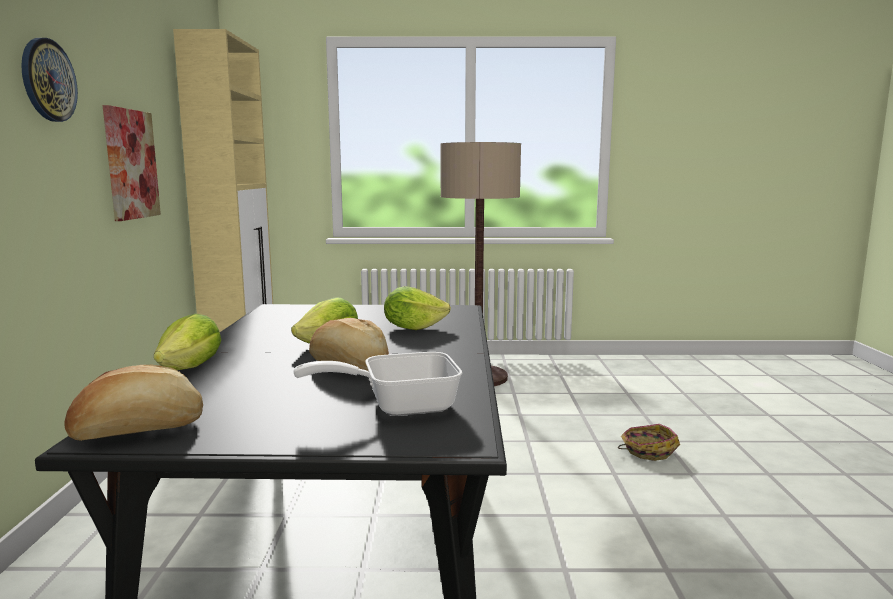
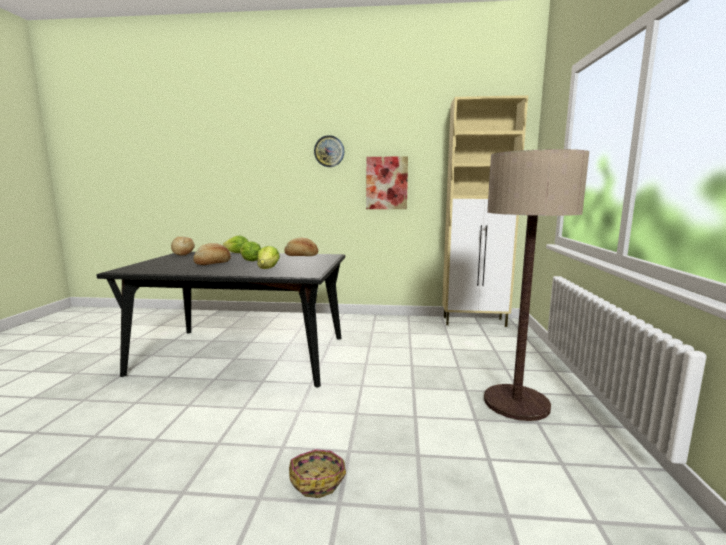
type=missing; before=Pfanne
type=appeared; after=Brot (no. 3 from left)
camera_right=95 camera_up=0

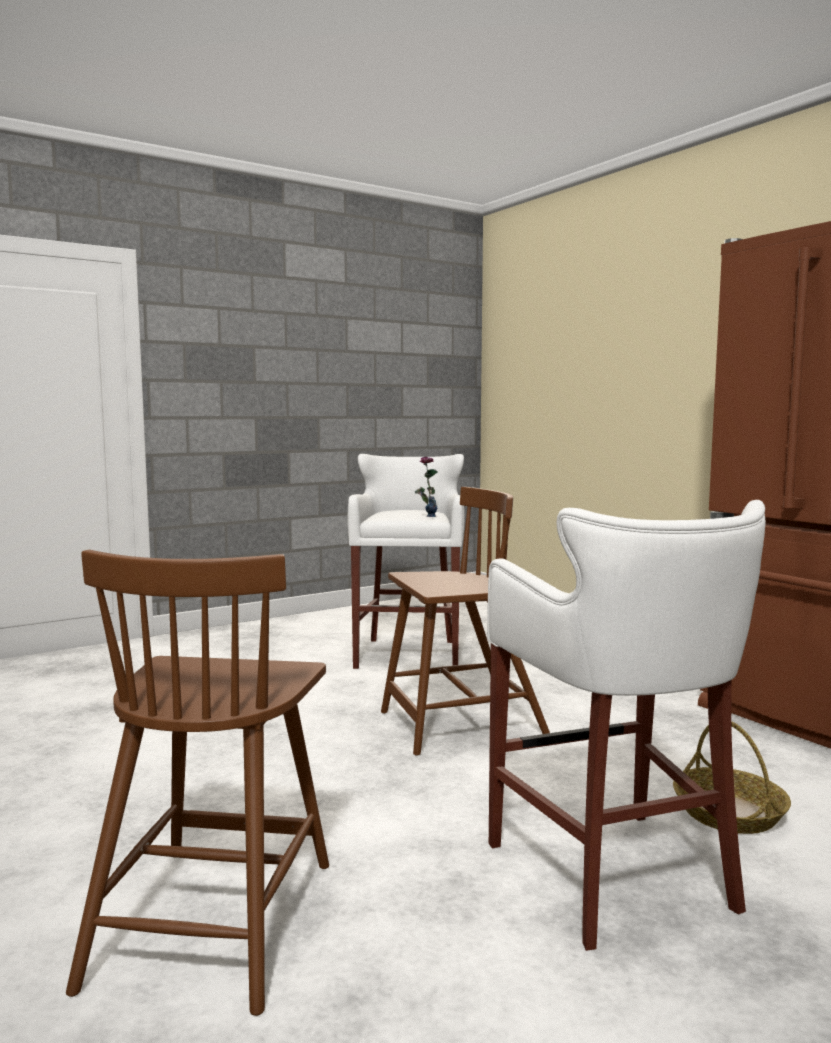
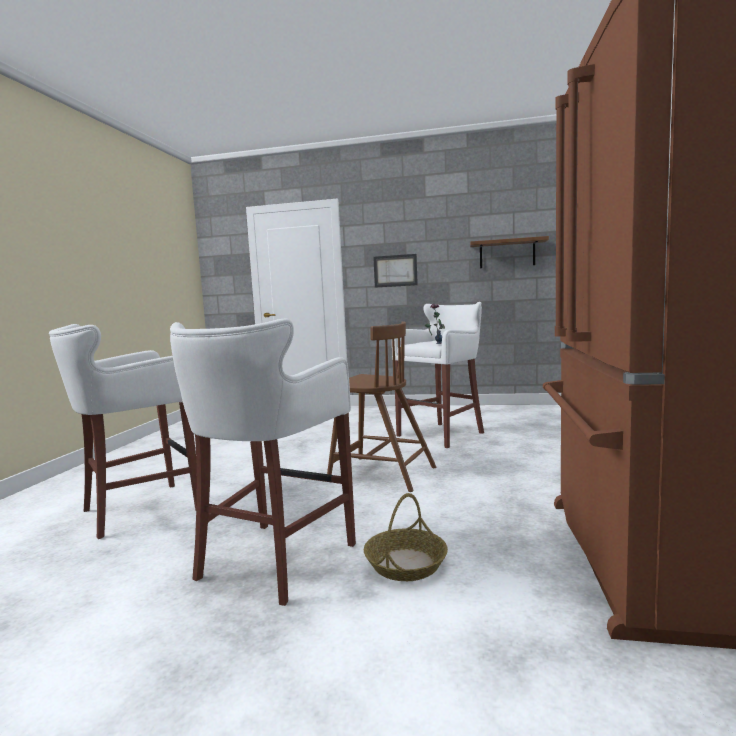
type=exchanged; before=Stuhl/braun (no. 1 from left); after=Hocker/weiß (no. 1 from left)
type=appeared; after=Bild
type=appeared; after=Wandregal/braun
camera_right=45 camera_up=0

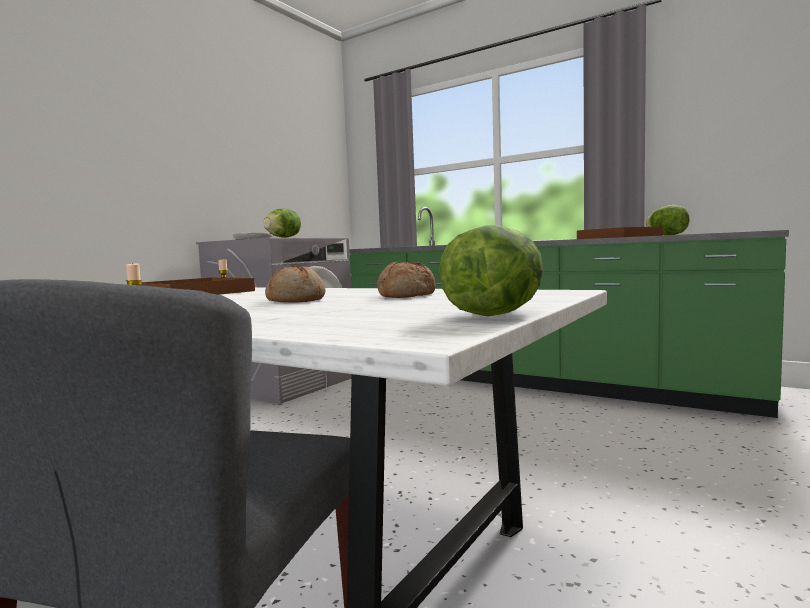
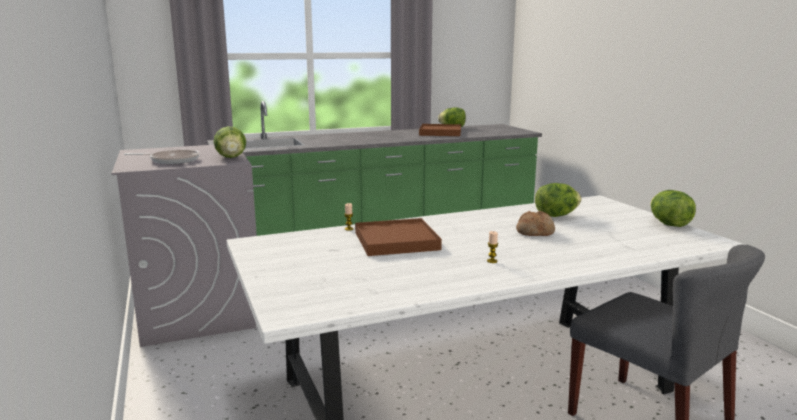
type=exchanged; before=Brot (no. 2 from left); after=Salatkopf (no. 3 from left)
camera_right=-55 camera_up=10

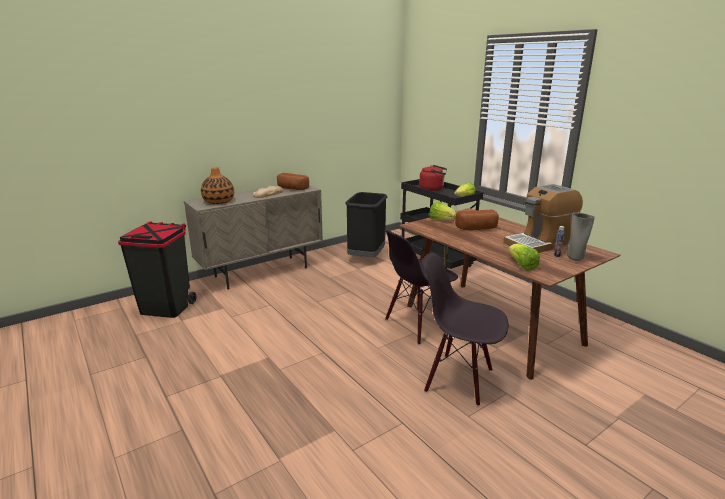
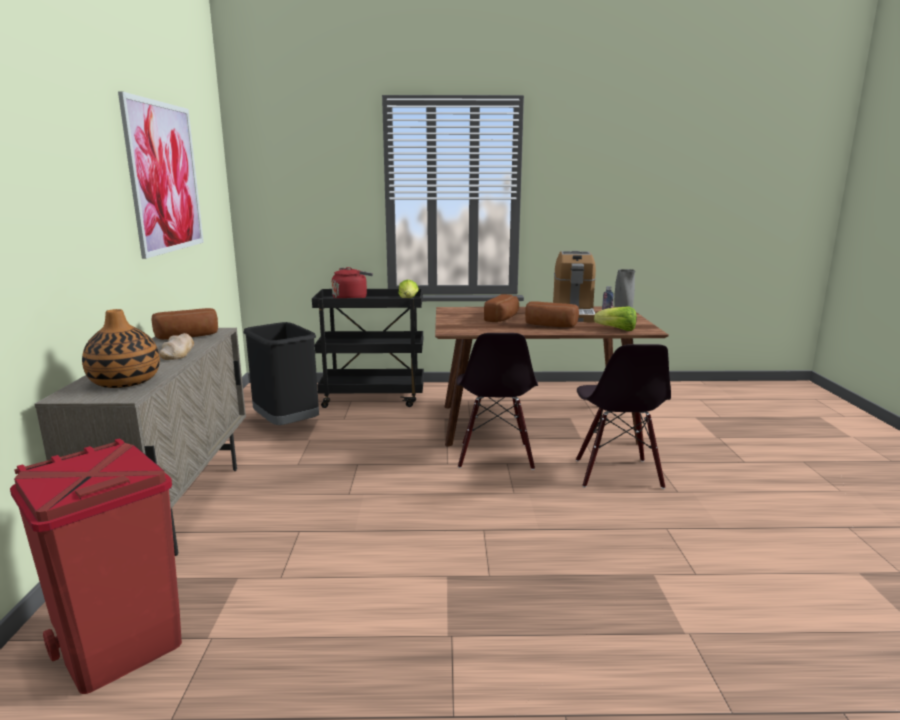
type=colour; before=Mülleimer/schwarz (no. 1 from left); after=Mülleimer/rot
type=spun; before=Stuhl/schwarz (no. 2 from left); turn=-60
type=missing; before=Salatkopf (no. 1 from left)
type=appeared; after=Bild
type=appeared; after=Brot (no. 4 from left)
camera_right=-55 camera_up=-5

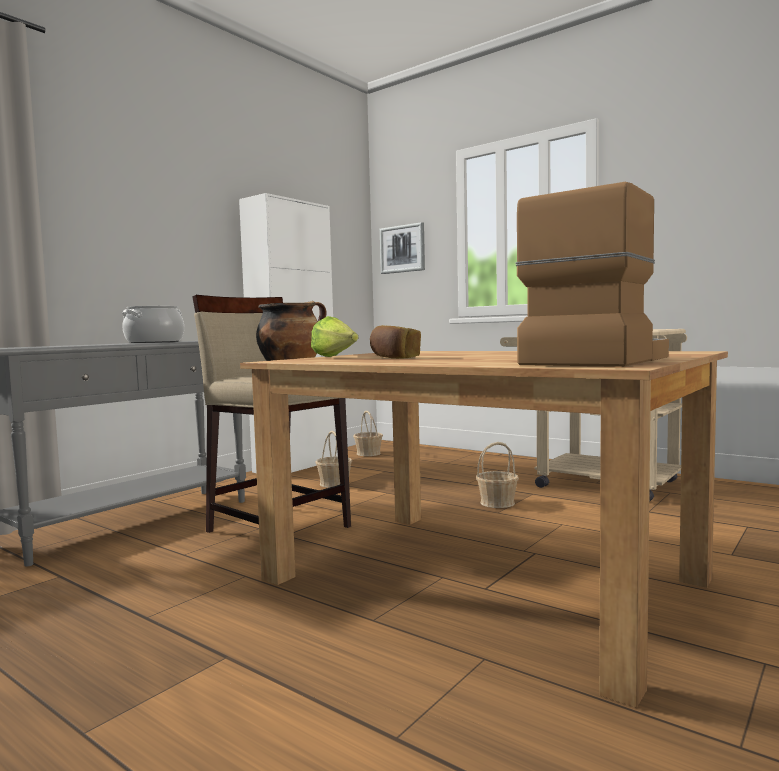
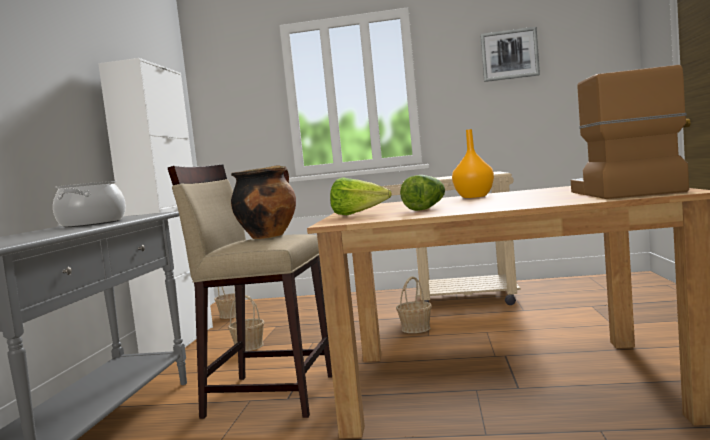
type=exchanged; before=Brot; after=Salatkopf (no. 2 from left)
type=relocated; before=Bild
type=appeared; after=Vase/orange
camera_right=-30 camera_up=0

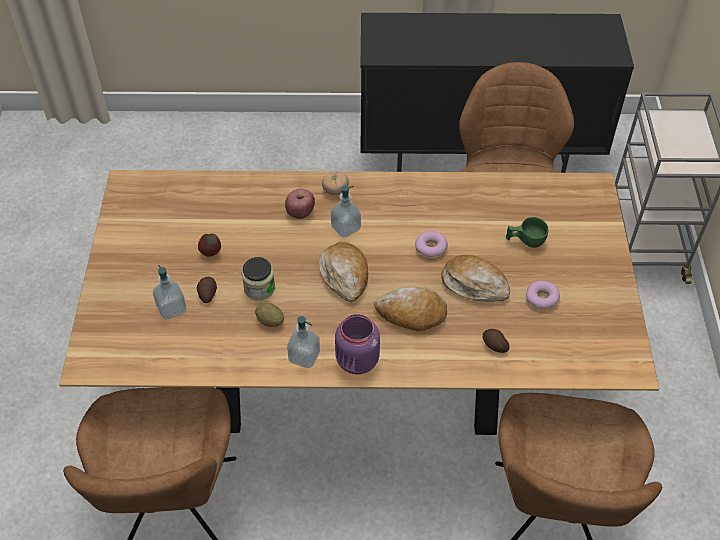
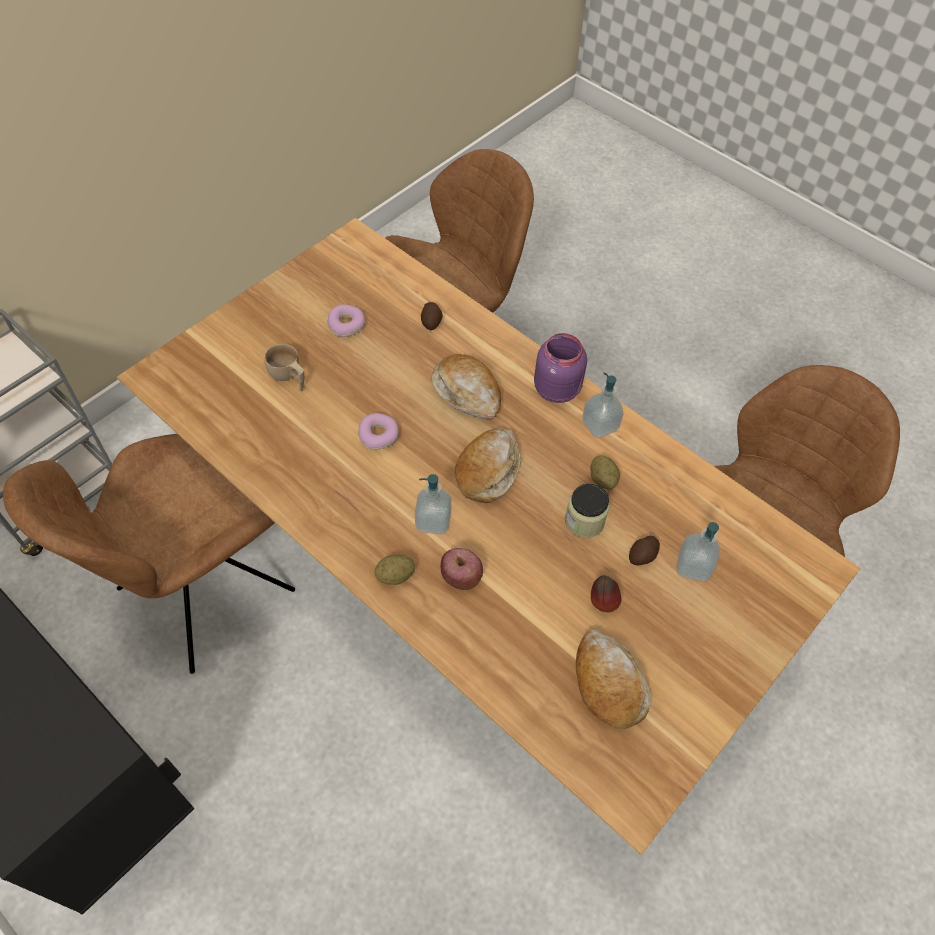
type=exchanged; before=Tomate; after=Kartoffel (no. 1 from left)
type=relocated; before=Brot (no. 3 from left)
type=colour; before=Tasse/grün; after=Tasse/beige
camera_right=-140 camera_up=5

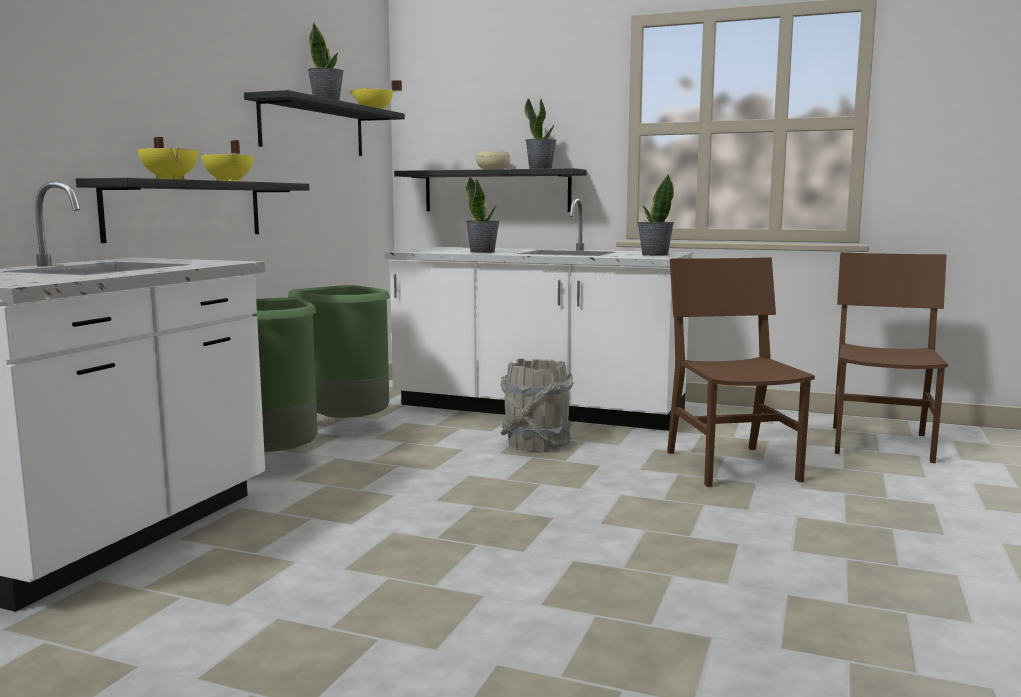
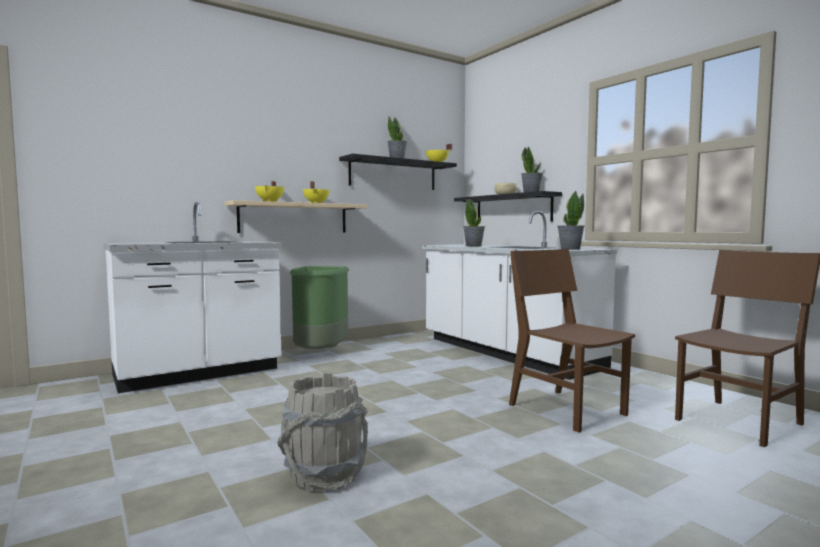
type=colour; before=Wandregal/schwarz (no. 1 from left); after=Wandregal/beige
type=missing; before=Mülleimer/grün (no. 2 from left)
type=relocated; before=Eimer/grau
type=spun; before=Stuhl/braun (no. 1 from left); turn=-60
camera_right=35 camera_up=-5

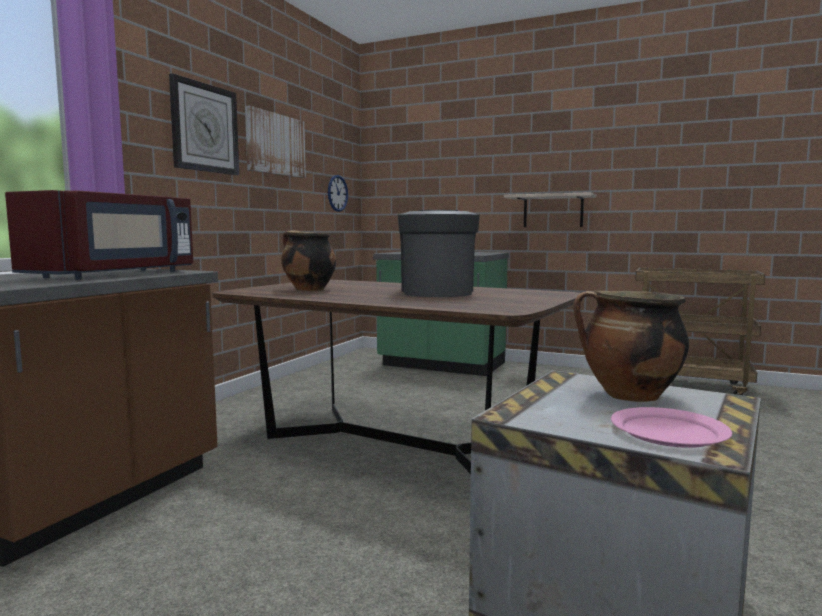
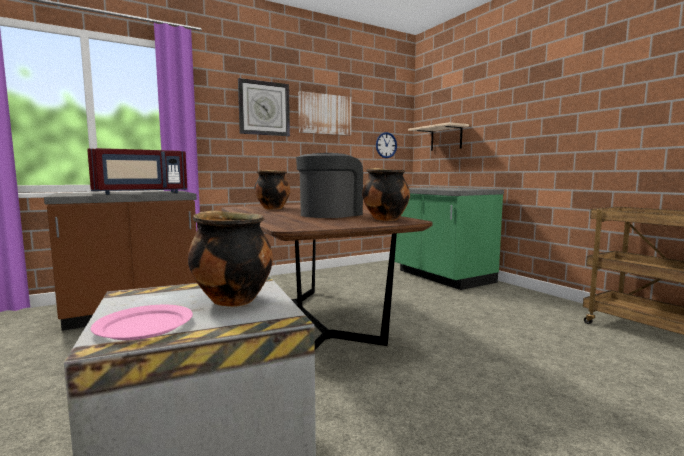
type=relocated; before=Wandregal
type=appeared; after=Kochtopf (no. 3 from left)
camera_right=35 camera_up=0

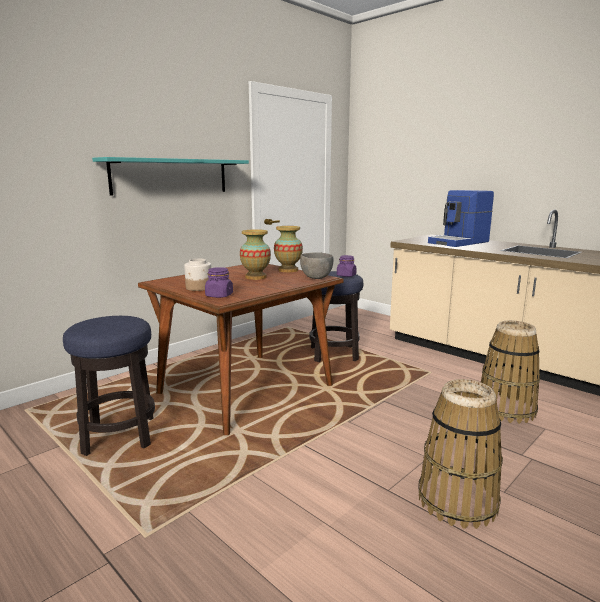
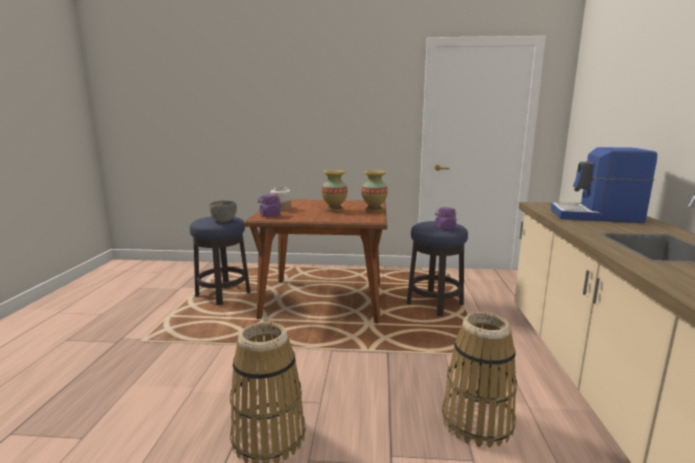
type=missing; before=Wandregal/türkis
type=relocated; before=Schüssel/grau
camera_right=50 camera_up=0

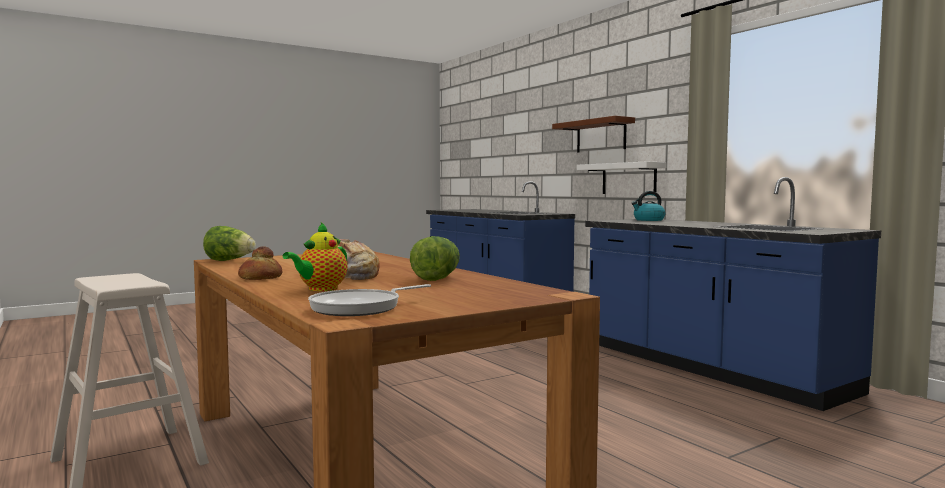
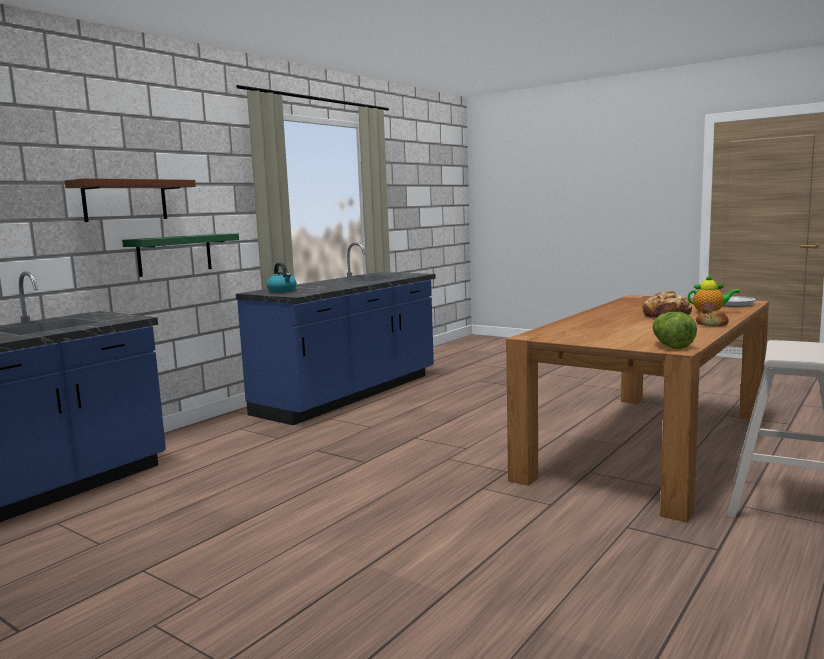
type=missing; before=Salatkopf (no. 2 from left)
type=colour; before=Wandregal/weiß; after=Wandregal/grün
camera_right=-110 camera_up=5

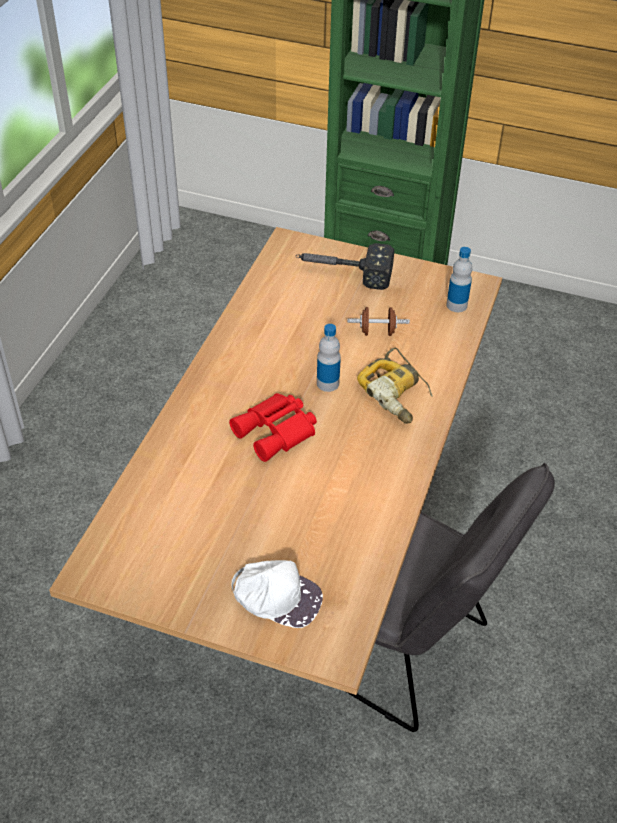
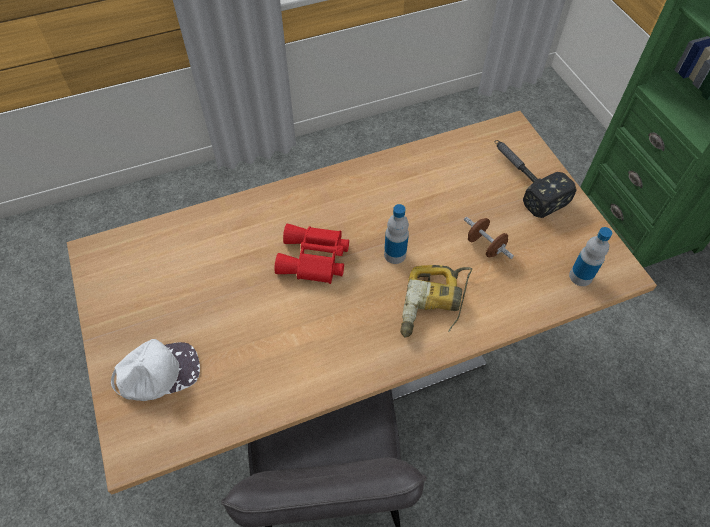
type=spun; before=Kappe/weiß; turn=-90
camera_right=50 camera_up=10

